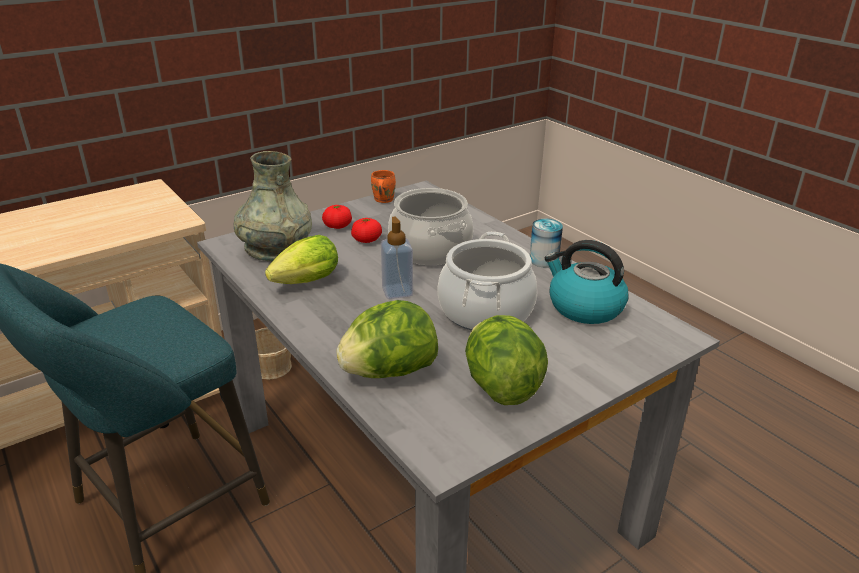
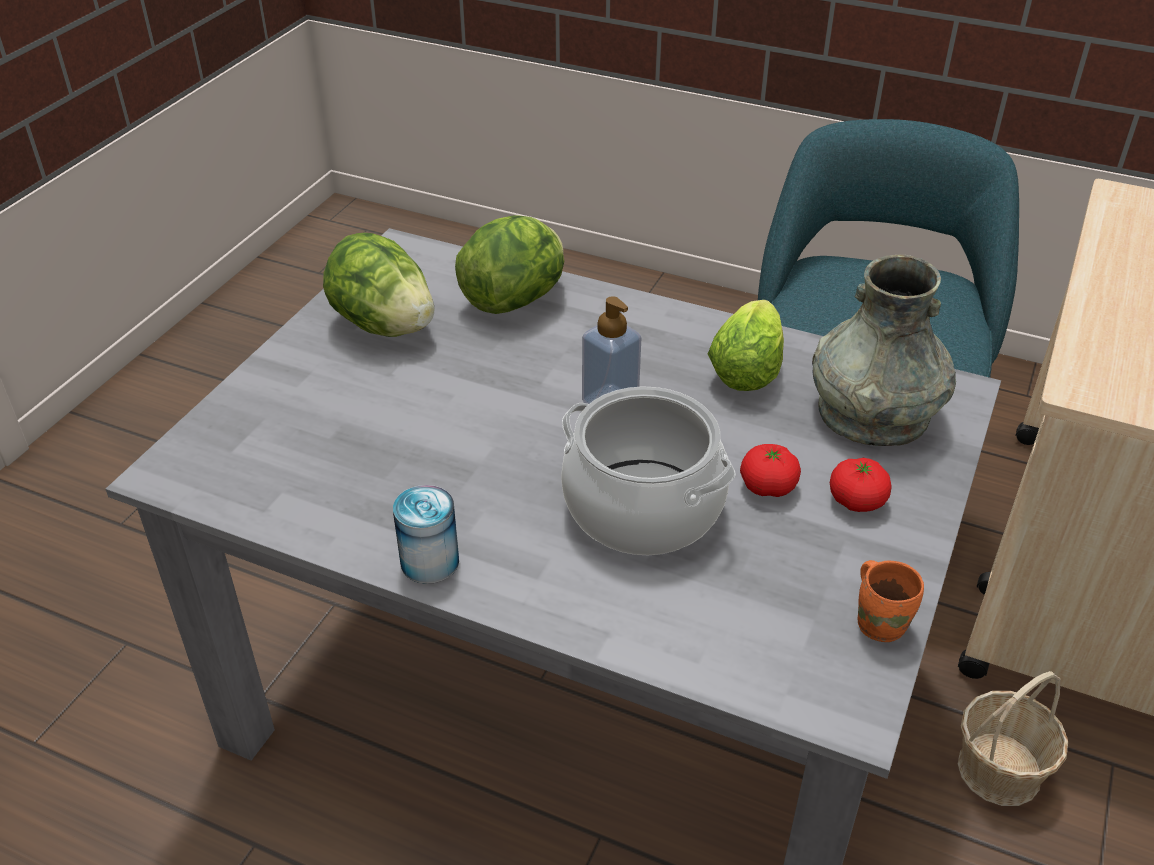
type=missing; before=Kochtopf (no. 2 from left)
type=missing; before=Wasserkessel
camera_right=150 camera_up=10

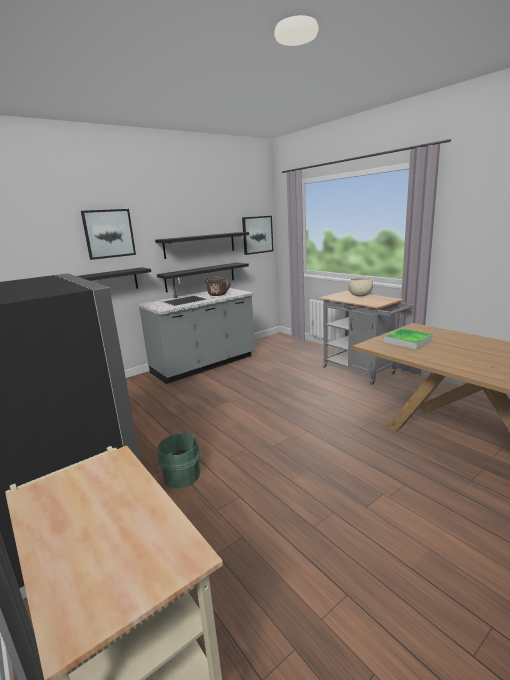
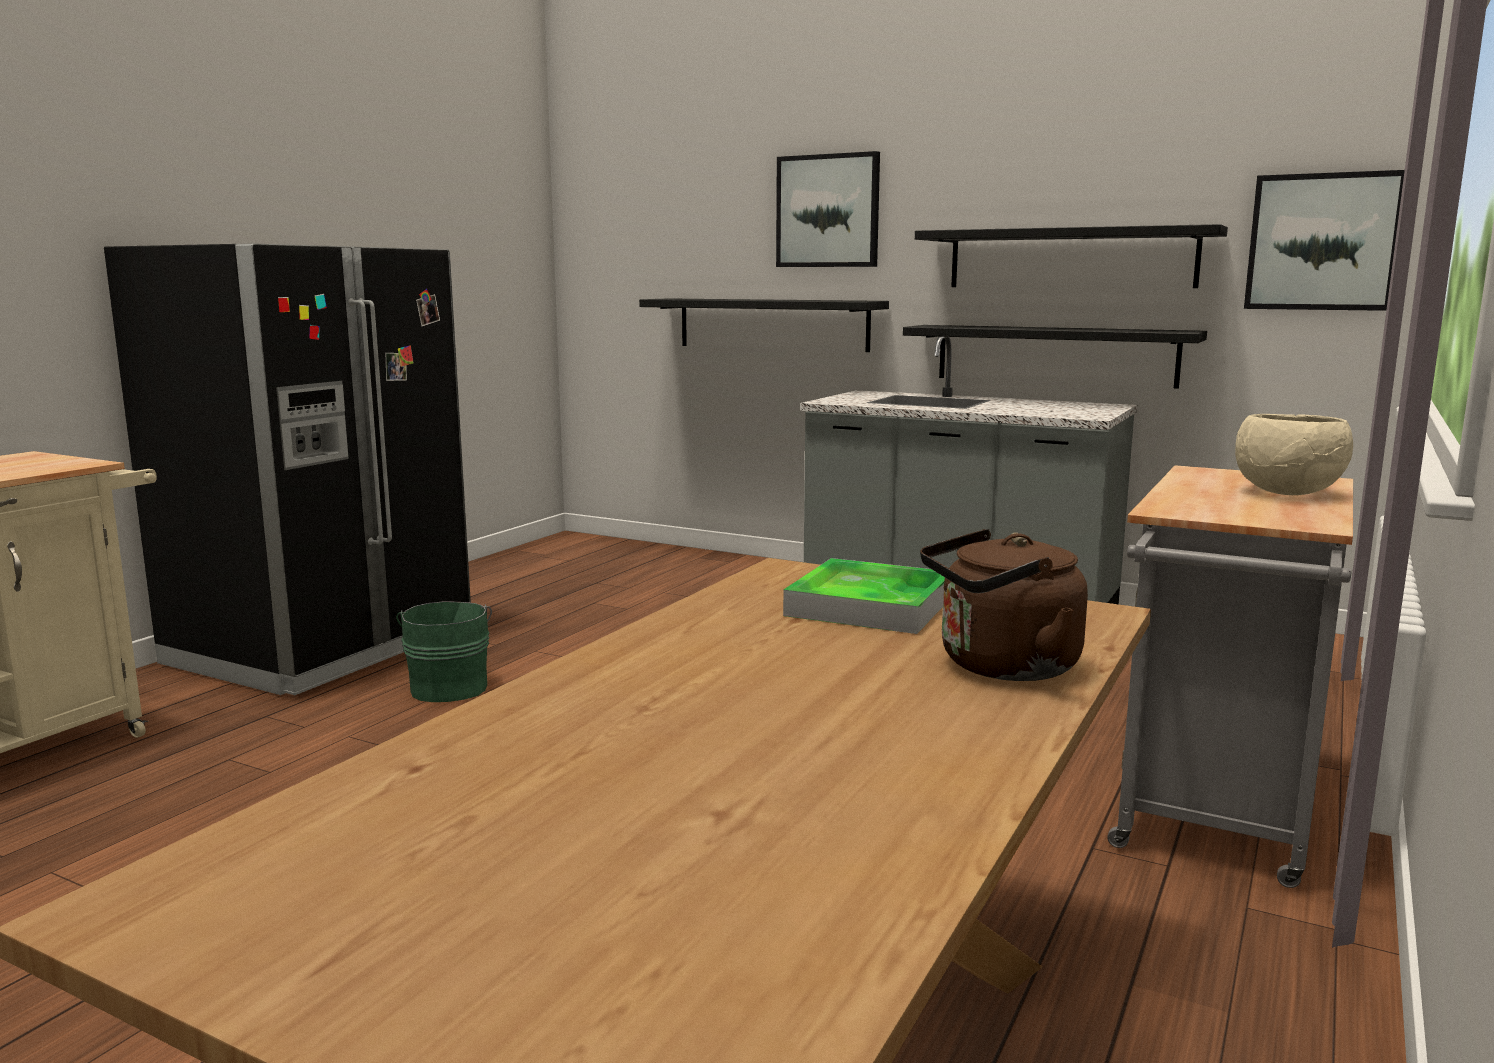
type=relocated; before=Wasserkessel/braun
camera_right=65 camera_up=-5

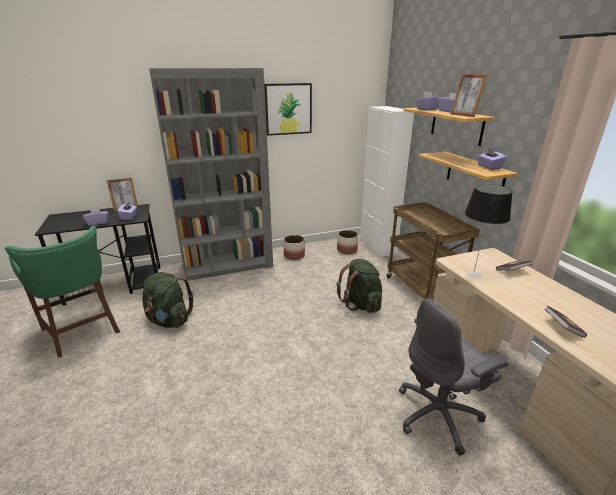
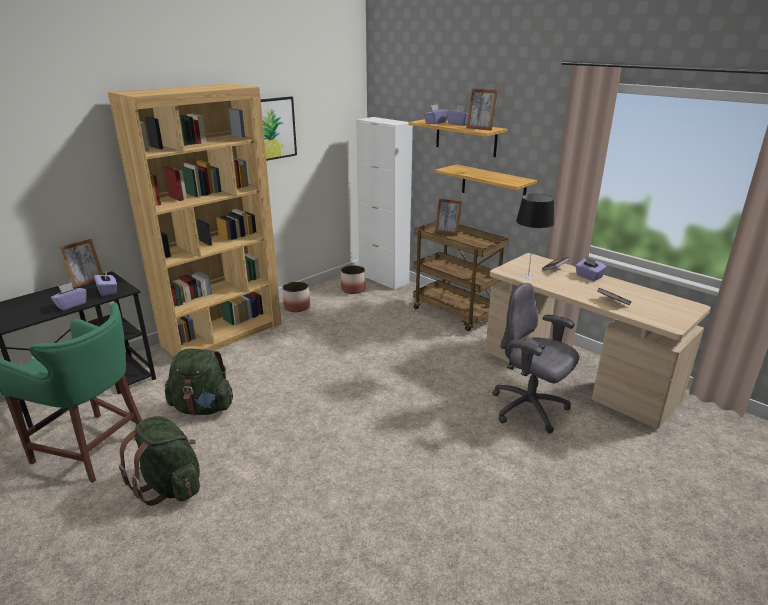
type=colour; before=Bücherregal/grau; after=Bücherregal/braun
type=relocated; before=Rucksack/grün (no. 2 from left in the first image); after=Rucksack/grün (no. 1 from left)
type=spun; before=Bürostuhl/grau; turn=90
type=relocated; before=Taschentuchbox/lila (no. 5 from left)
type=appeared; after=Bilderrahmen (no. 2 from left)
camera_right=-25 camera_up=0

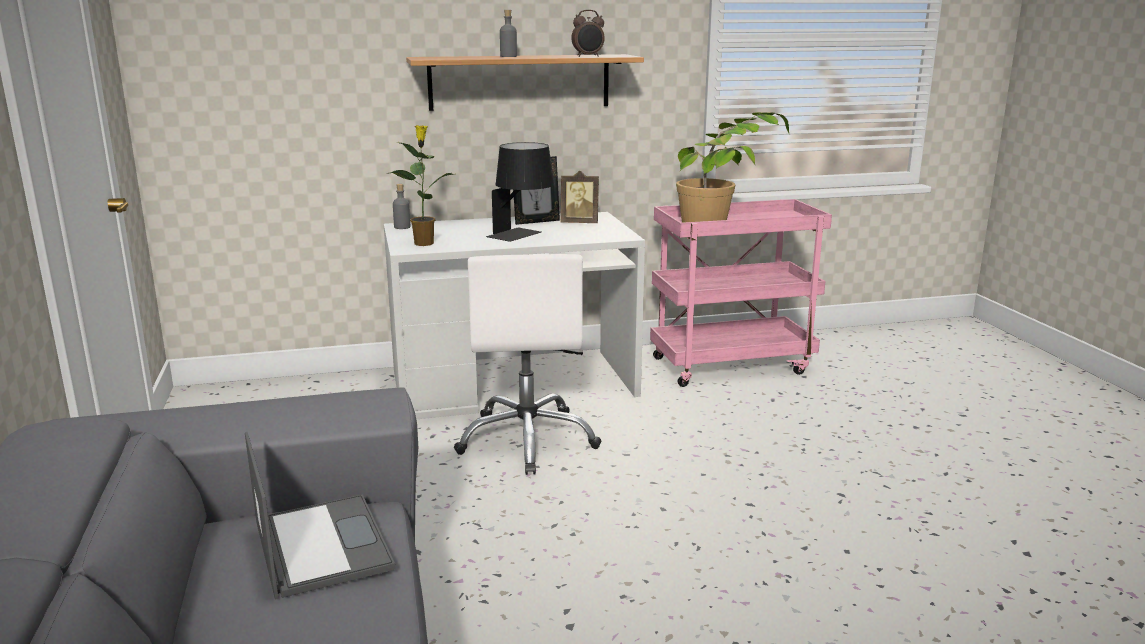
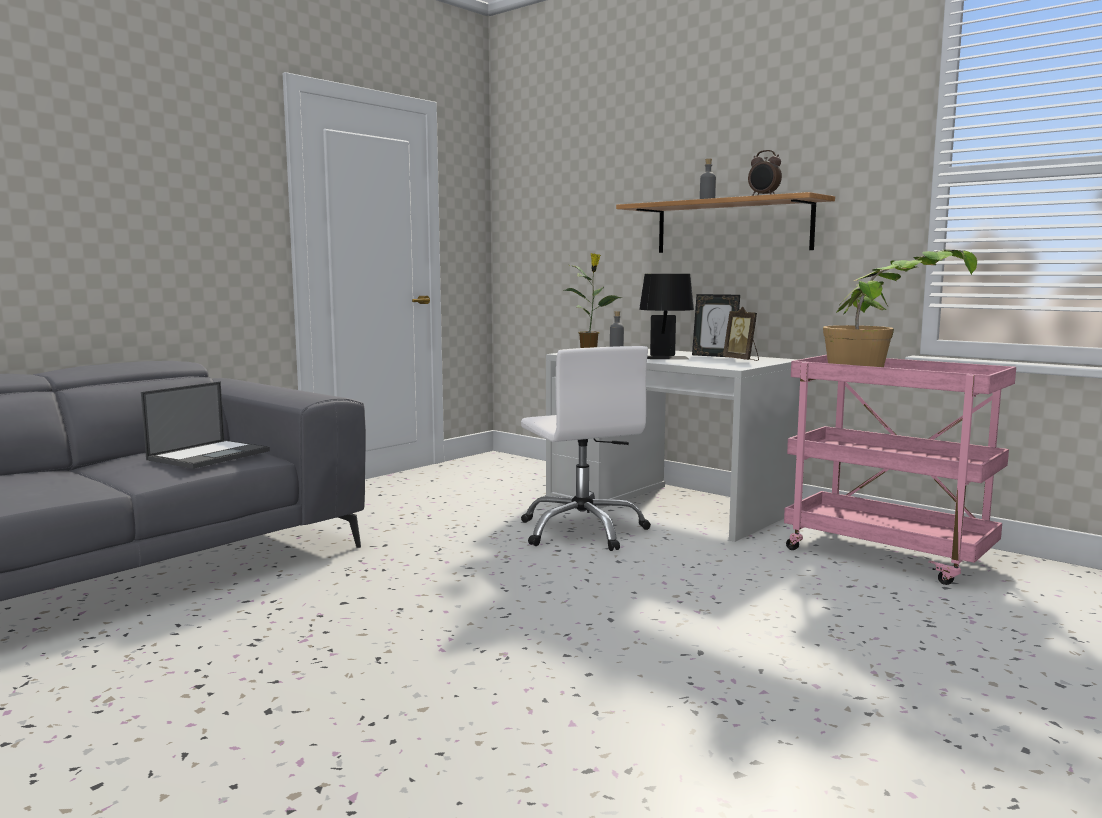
type=spun; before=Bürostuhl/weiß; turn=-75
camera_right=55 camera_up=-10

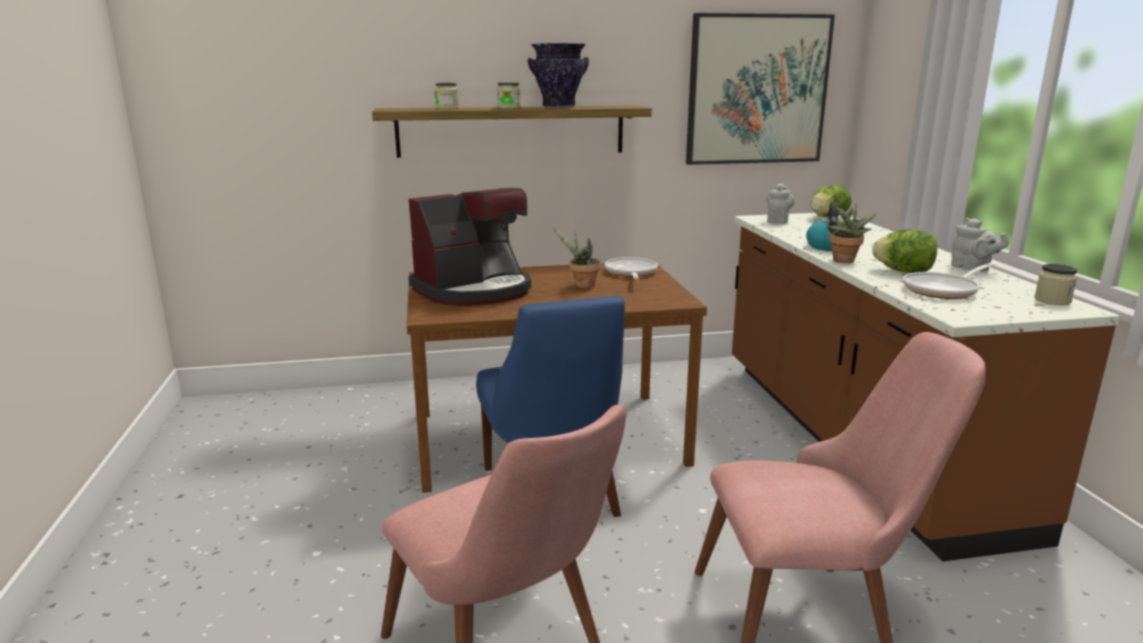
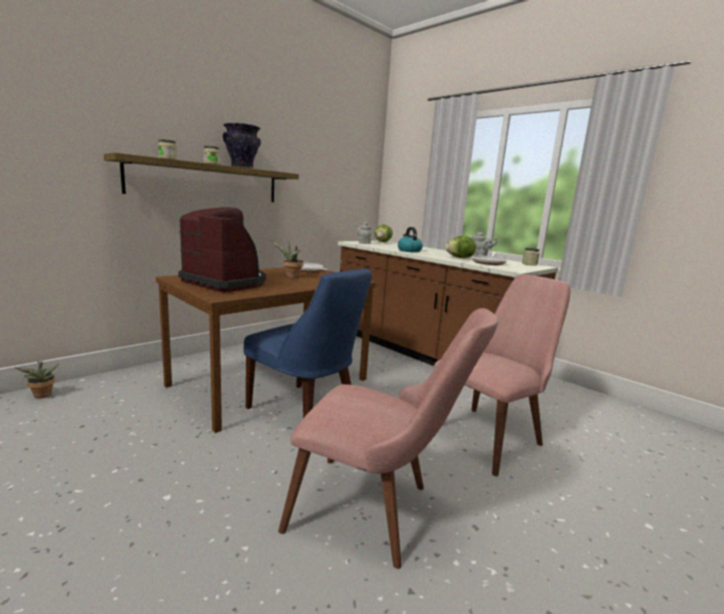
type=spun; before=Kaffeemaschine; turn=-75
type=missing; before=Bild
type=relocated; before=Topfpflanze (no. 2 from left in the first image); after=Topfpflanze (no. 1 from left)
camera_right=-35 camera_up=-5

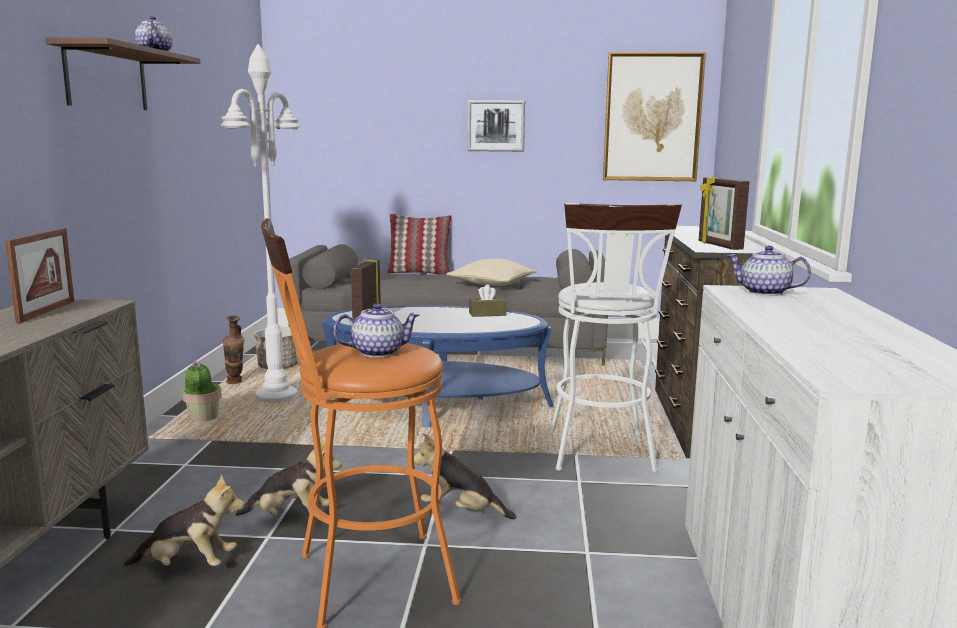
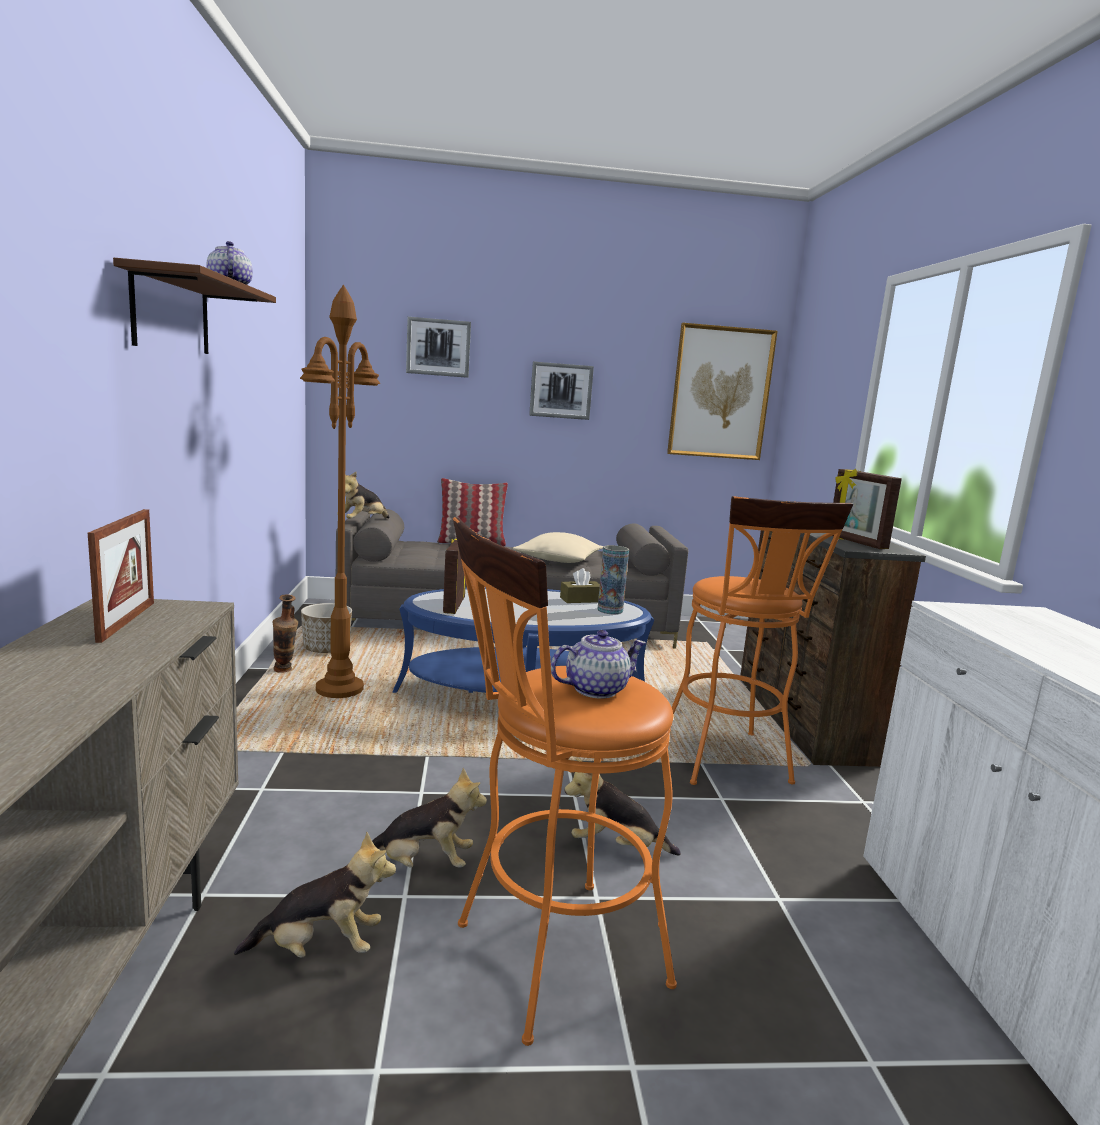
type=missing; before=Topfpflanze
type=colour; before=Stehlampe/weiß; after=Stehlampe/braun
type=colour; before=Hocker/weiß; after=Hocker/orange (no. 2 from left)
type=missing; before=Teekanne (no. 3 from left)
type=appeared; after=Plüschtier (no. 2 from left)
type=appeared; after=Bild (no. 1 from left)
type=appeared; after=Vase (no. 2 from left)
camera_right=-10 camera_up=0

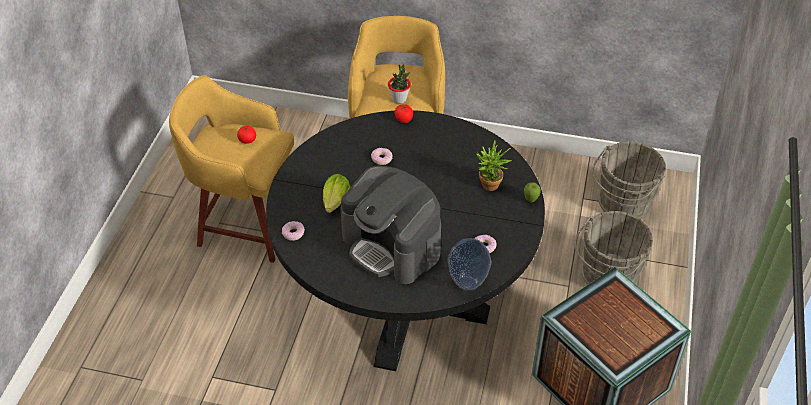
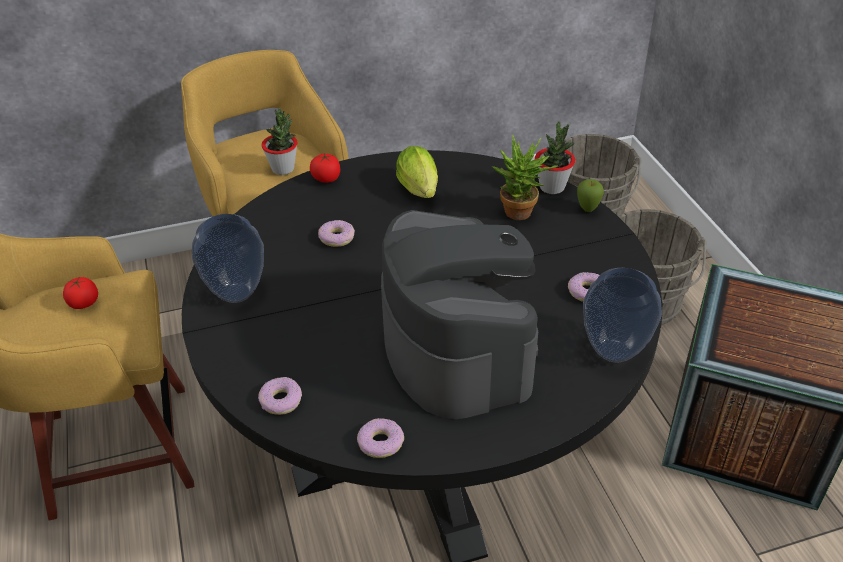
type=relocated; before=Salatkopf
type=spun; before=Kaffeemaschine; turn=-120
type=appeared; after=Vase (no. 1 from left)
type=appeared; after=Donut (no. 3 from left)
type=appeared; after=Topfpflanze (no. 3 from left)
camera_right=-30 camera_up=-5

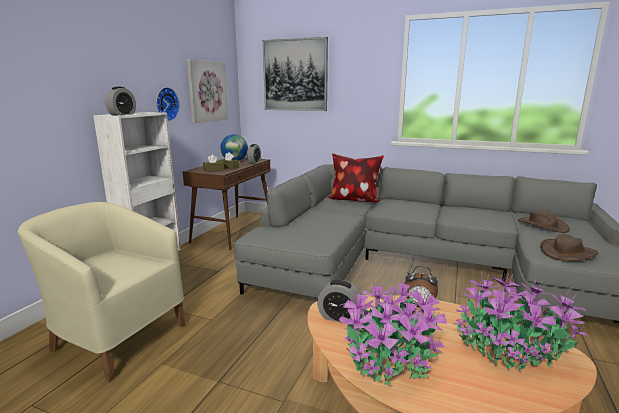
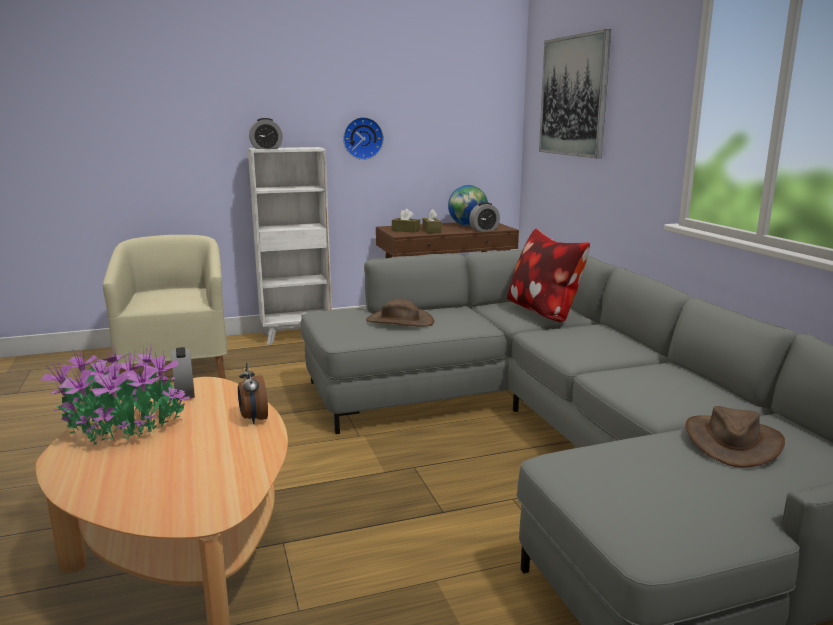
type=missing; before=Bild (no. 1 from left)
type=missing; before=Topfpflanze (no. 2 from left)
type=relocated; before=Hut/braun (no. 2 from left in the first image); after=Hut/braun (no. 1 from left)
camera_right=50 camera_up=0

